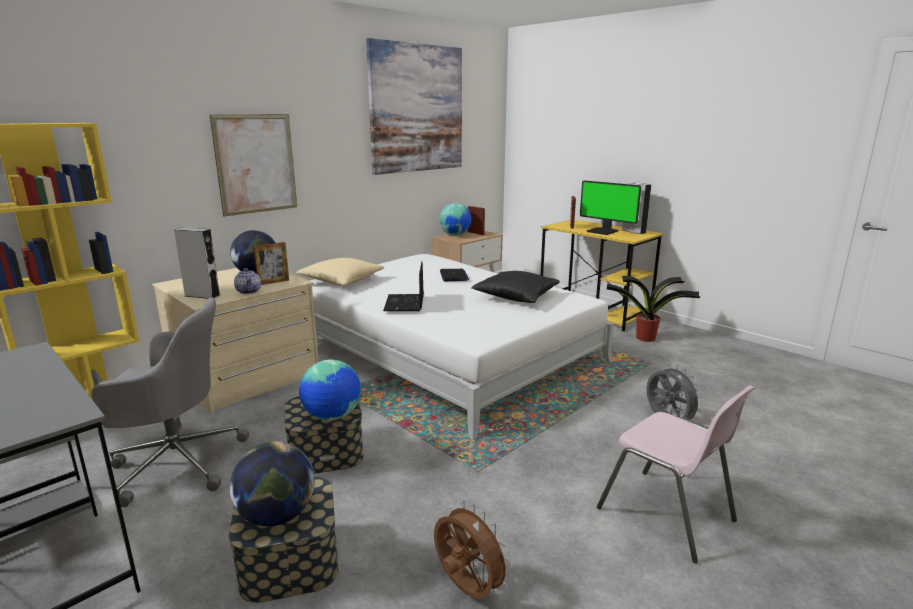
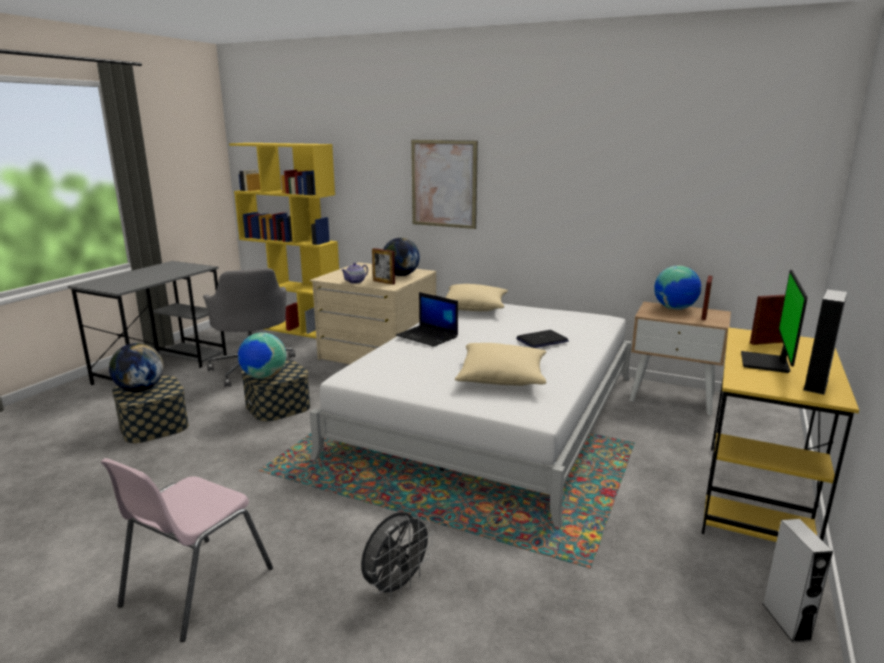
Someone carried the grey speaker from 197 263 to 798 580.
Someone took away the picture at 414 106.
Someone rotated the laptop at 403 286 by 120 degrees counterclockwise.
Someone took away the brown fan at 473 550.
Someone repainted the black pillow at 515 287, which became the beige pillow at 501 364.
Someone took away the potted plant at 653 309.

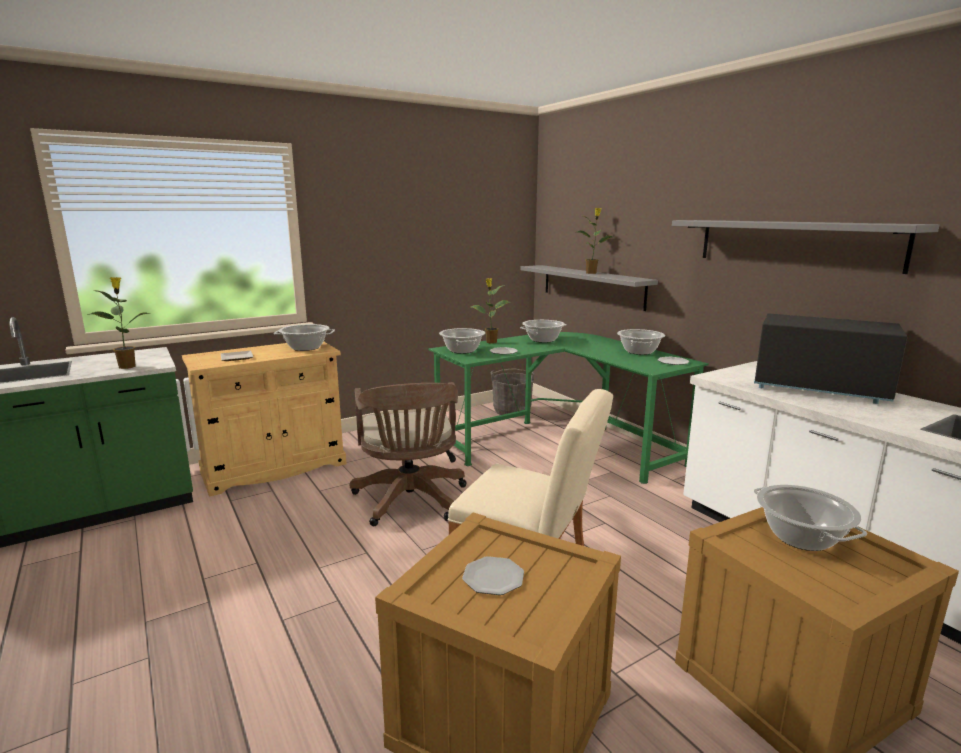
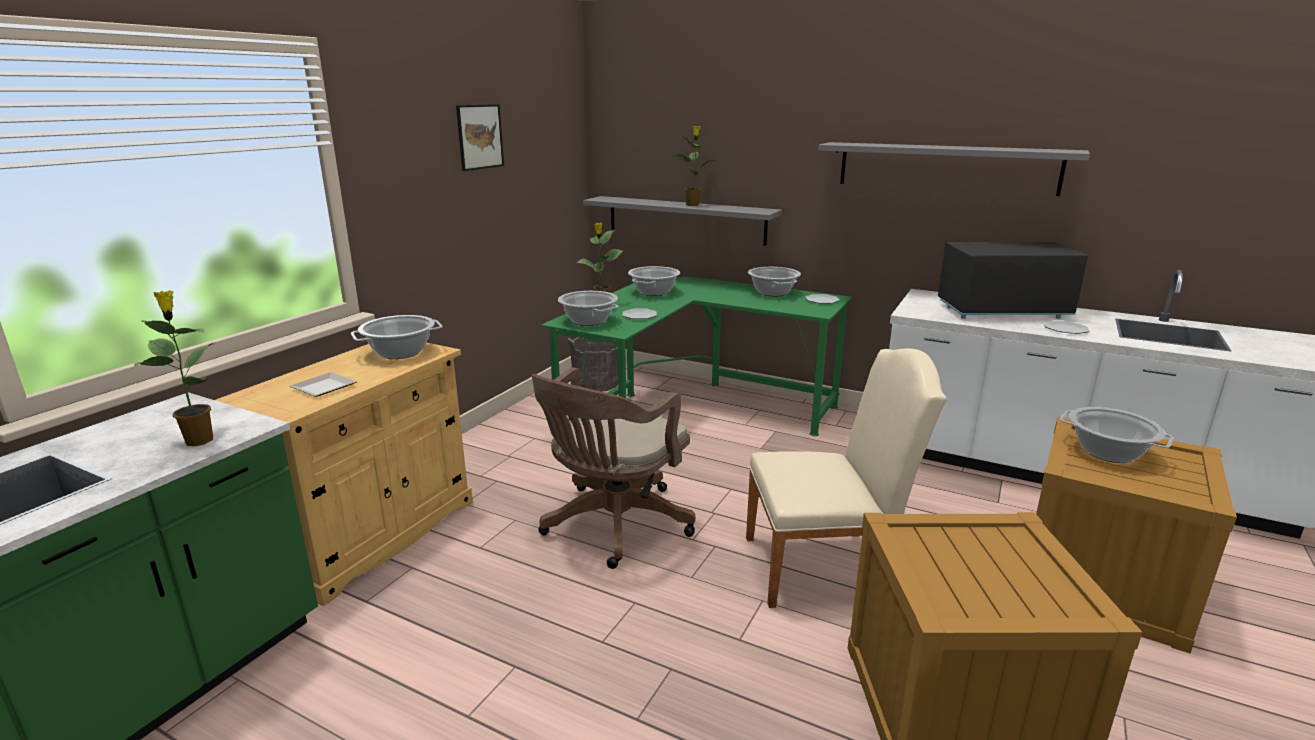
Someone rotated the brown office chair at 408 454 by 75 degrees clockwise.
Someone carried the plate from 493 575 to 1066 327.
Someone put up the picture at 480 137.

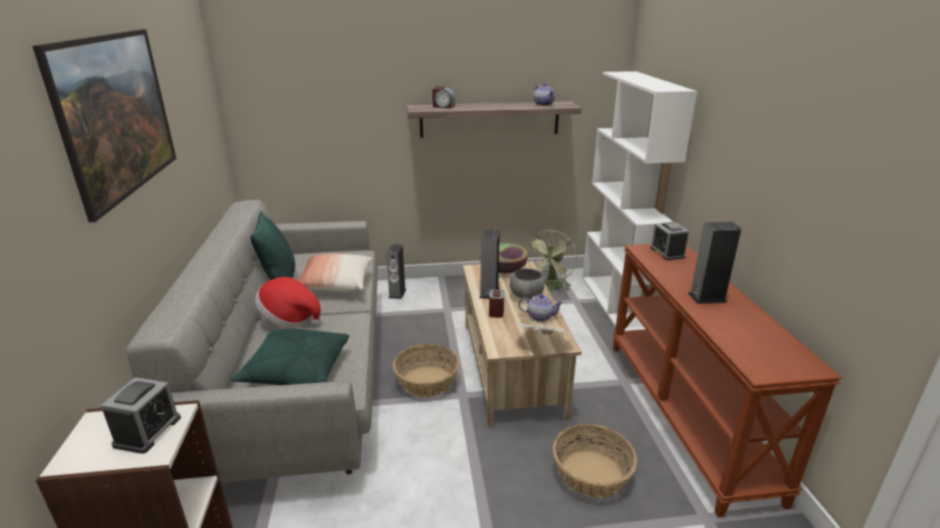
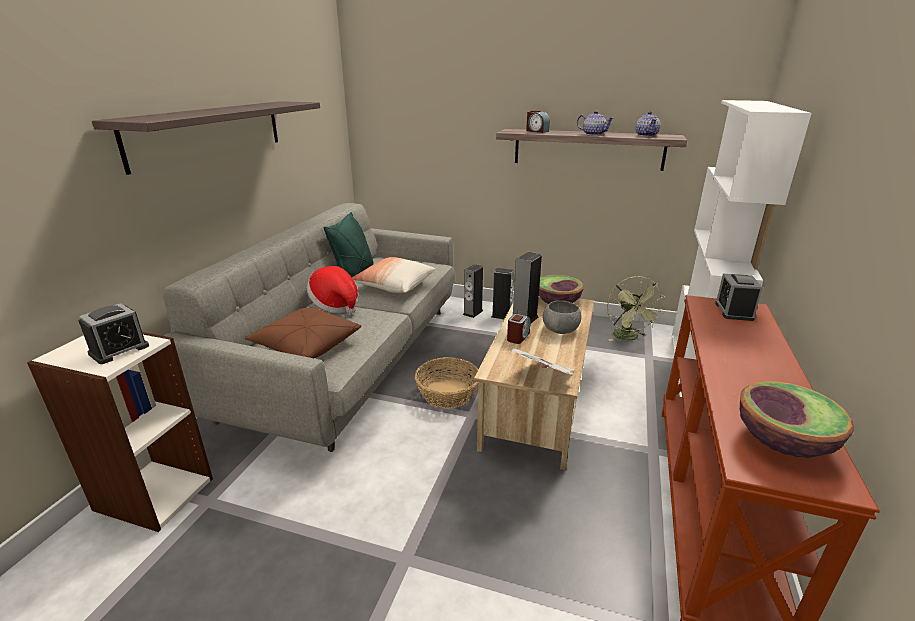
Someone swapped the picture at 104 125 for the shelf at 206 138.
Someone repainted the green pillow at 290 356, which became the brown pillow at 303 332.
Someone carried the teapot from 541 308 to 595 123.
Someone rotated the green fan at 552 260 by 60 degrees counterclockwise.
Someone took away the basket at 595 461.
Someone carried the speaker from 714 263 to 503 293.
Someone put down the bowl at 797 419.

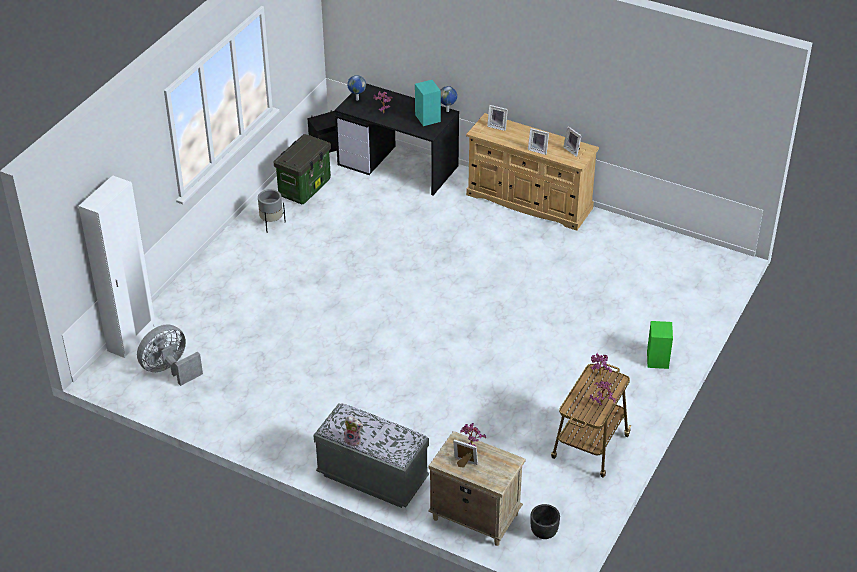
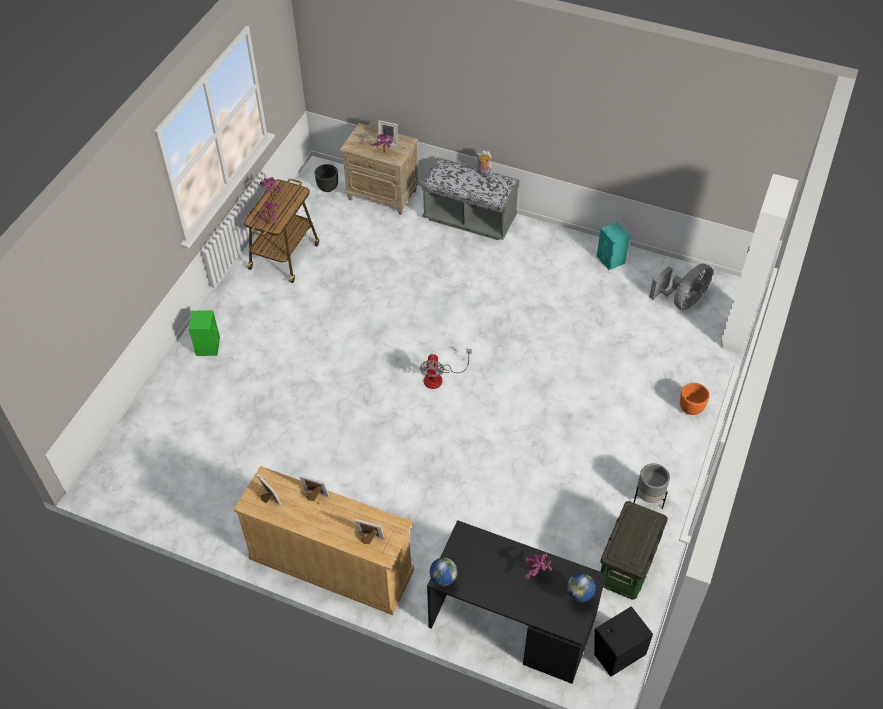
Someone carried the turquoise speaker from 428 103 to 613 246.
Someone put down the fan at 446 369.
Someone put down the orange planter at 694 399.

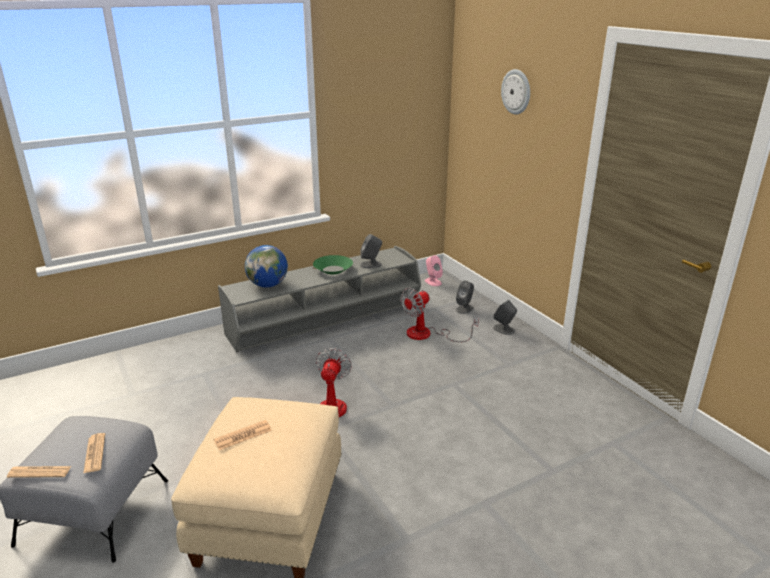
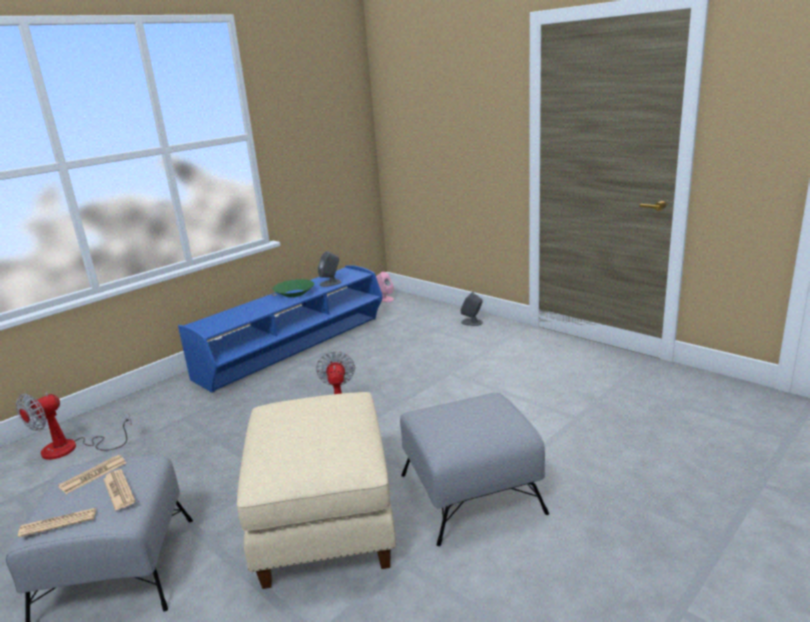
Someone carried the newspaper from 243 435 to 92 474.
Someone repainted the grey tv stand at 319 299, which became the blue tv stand at 280 329.
Someone took away the globe at 266 266.
Someone carried the fan from 440 315 to 74 426.
Someone took away the grey speaker at 465 297.
Someone took away the wall clock at 515 92.
Someone put down the grey ottoman at 474 469.

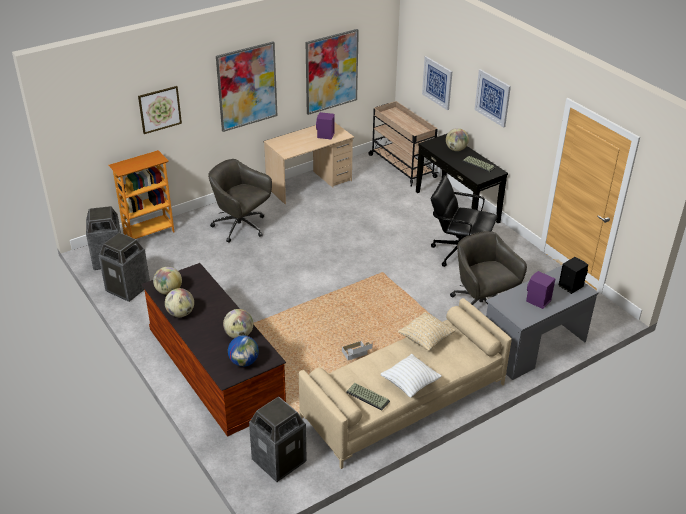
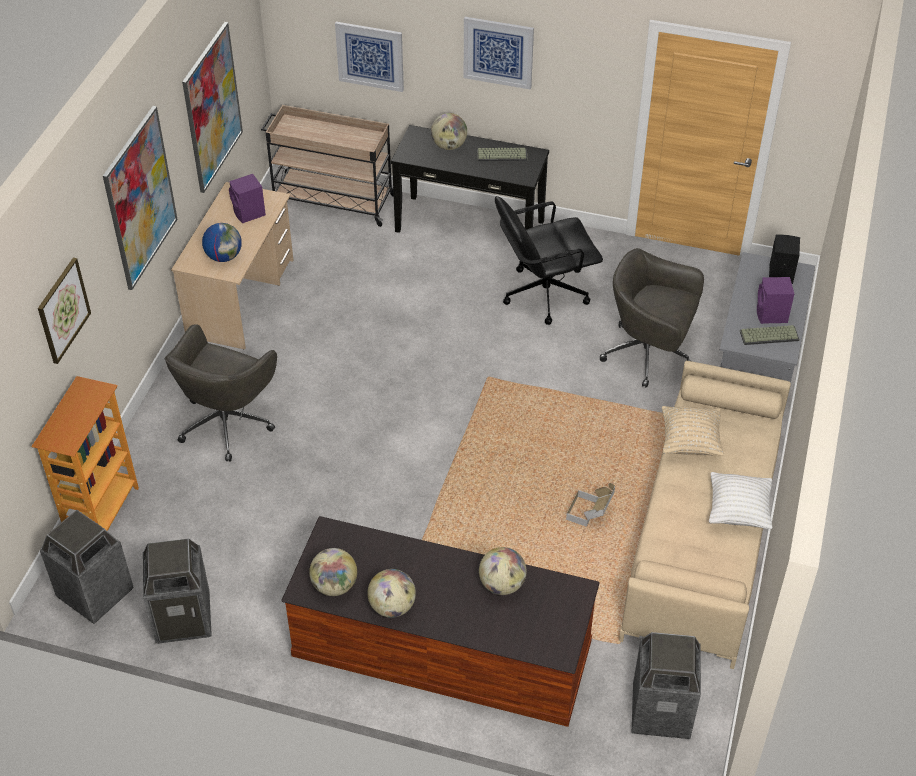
Someone rotated the grey office chair at 240 201 by 60 degrees counterclockwise.
Someone carried the globe from 243 351 to 222 242.
Someone carried the keyboard from 368 396 to 770 335.

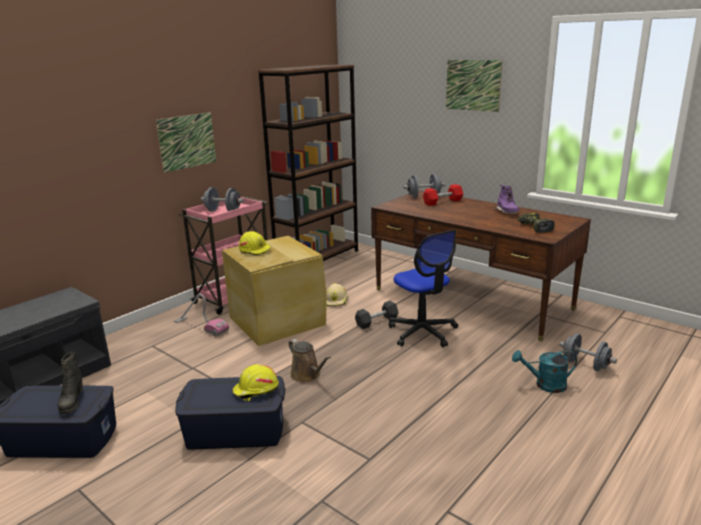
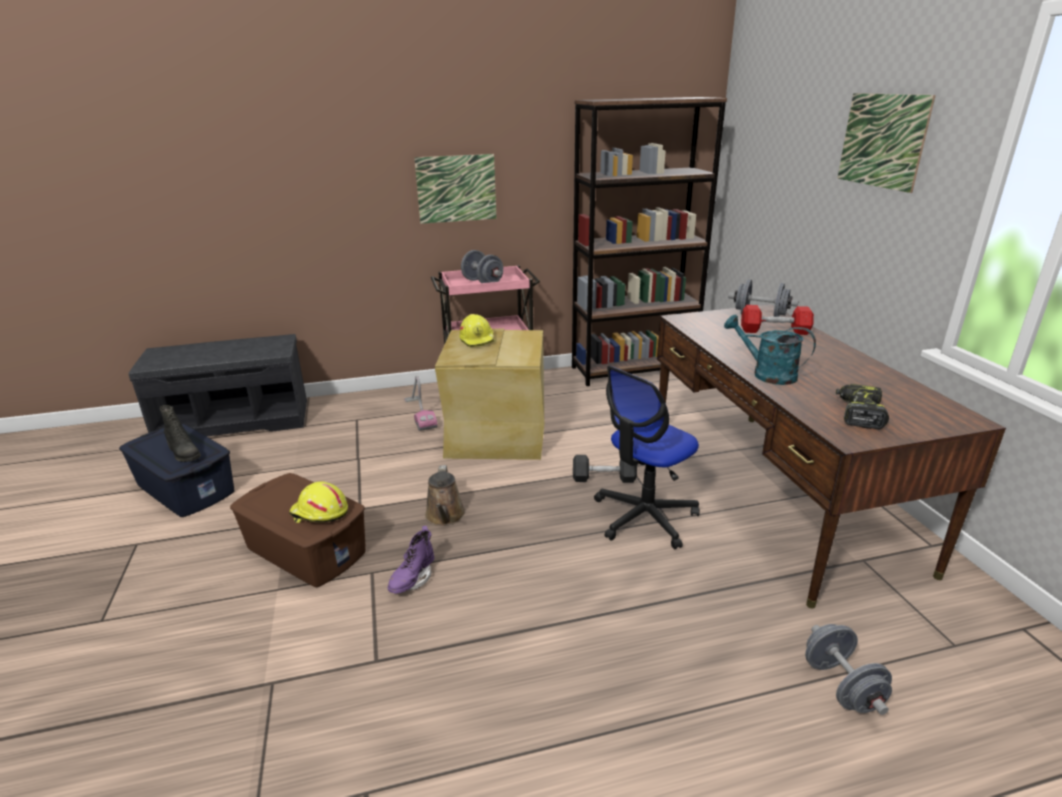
Someone rotated the black boot at 70 383 by 75 degrees counterclockwise.
Someone repainted the blue storage box at 230 412, which became the brown storage box at 298 530.
Someone took away the beige hard hat at 337 295.
Someone rotated the office chair at 423 288 by 45 degrees clockwise.
Someone carried the purple boot from 507 199 to 411 559.
Someone carried the turquoise watering can from 544 371 to 770 350.

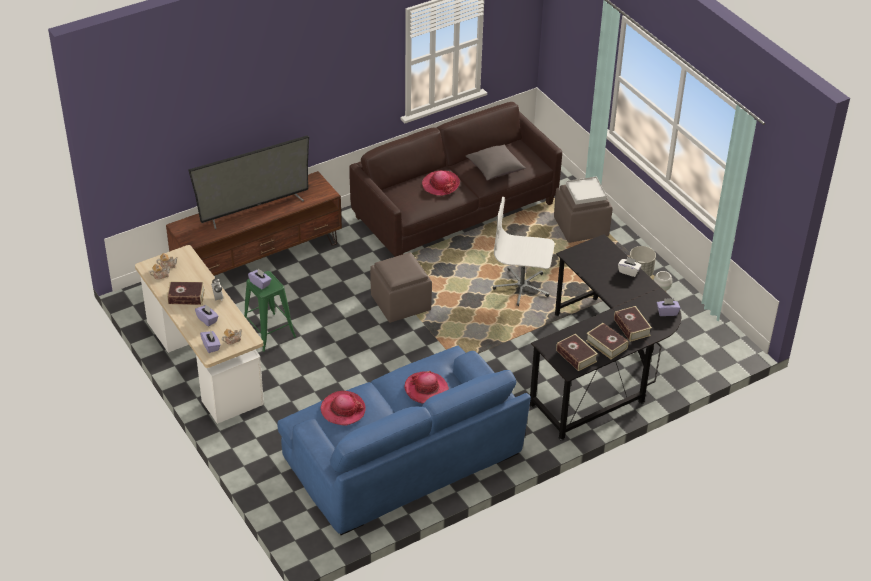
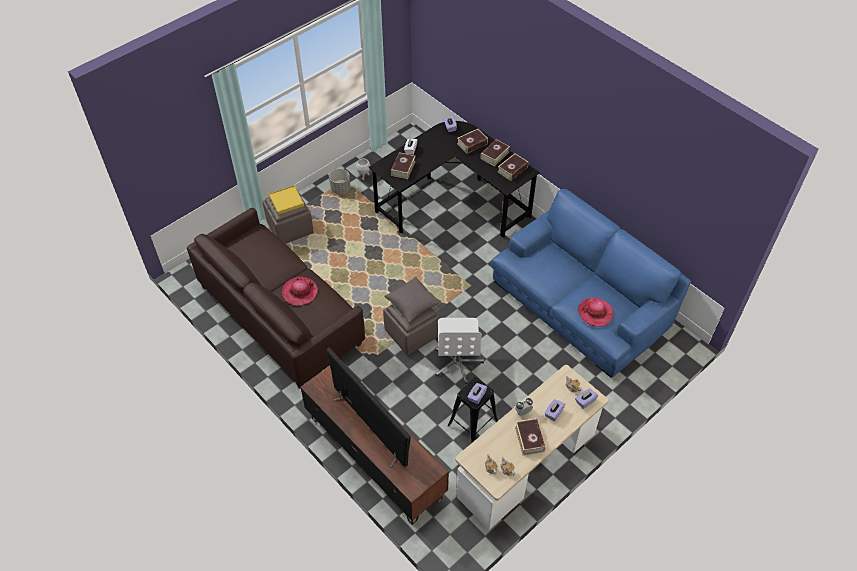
Someone repainted the green stool at 270 311, which became the black stool at 473 410.
Someone took away the hat at 427 387.
Someone carried the grey pillow from 496 162 to 412 300.
Someone carried the white office chair from 524 251 to 459 351.
Someone repainted the white tray at 586 190, which became the yellow tray at 286 200.
Someone put down the book at 403 165.

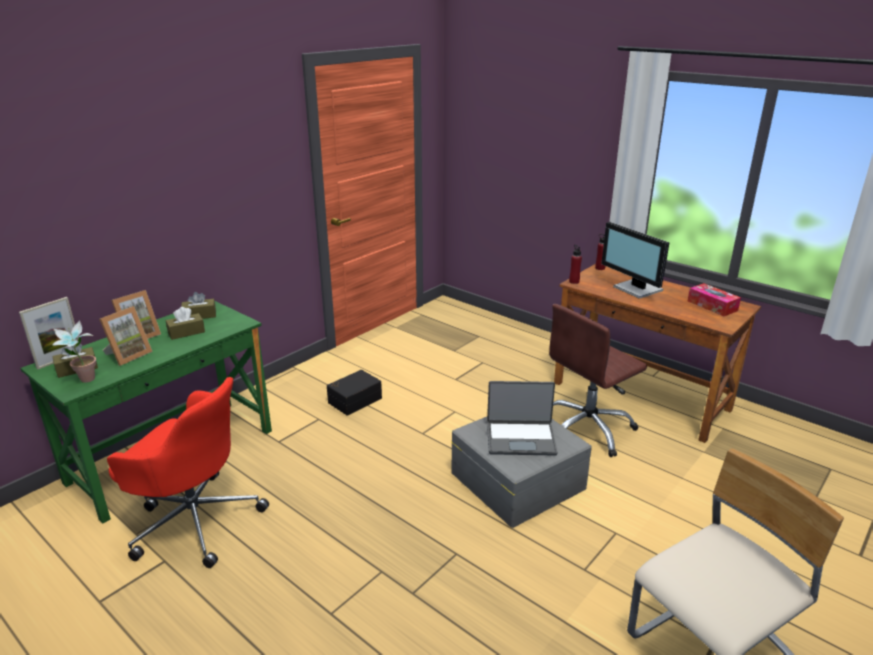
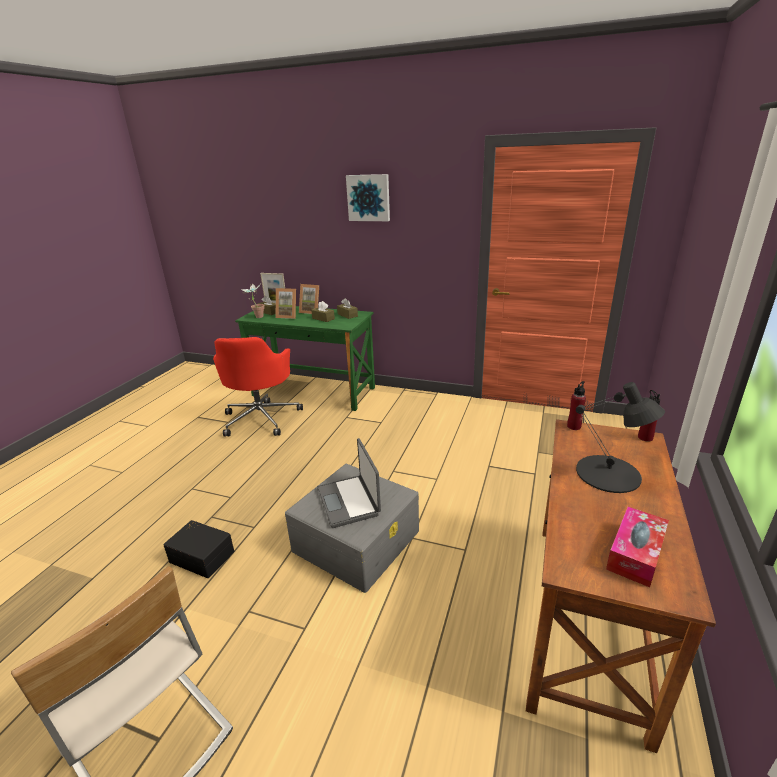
Someone carried the black storage box from 354 393 to 198 549.
Someone took away the brown office chair at 598 380.
Someone swapped the monitor at 635 260 for the black table lamp at 620 437.
Someone put up the picture at 368 197.

